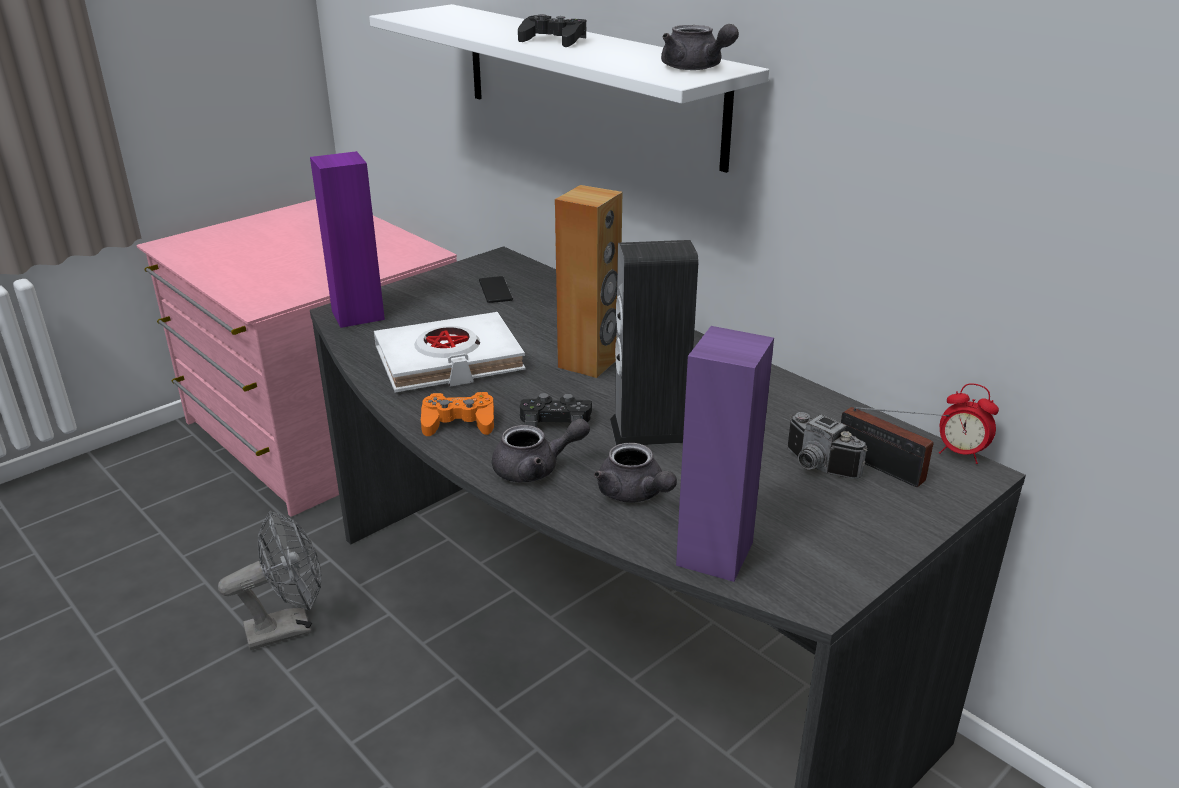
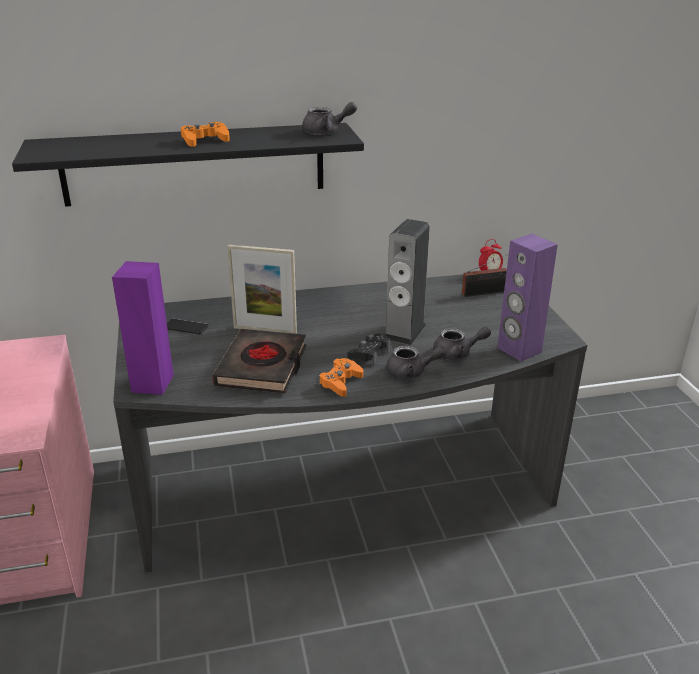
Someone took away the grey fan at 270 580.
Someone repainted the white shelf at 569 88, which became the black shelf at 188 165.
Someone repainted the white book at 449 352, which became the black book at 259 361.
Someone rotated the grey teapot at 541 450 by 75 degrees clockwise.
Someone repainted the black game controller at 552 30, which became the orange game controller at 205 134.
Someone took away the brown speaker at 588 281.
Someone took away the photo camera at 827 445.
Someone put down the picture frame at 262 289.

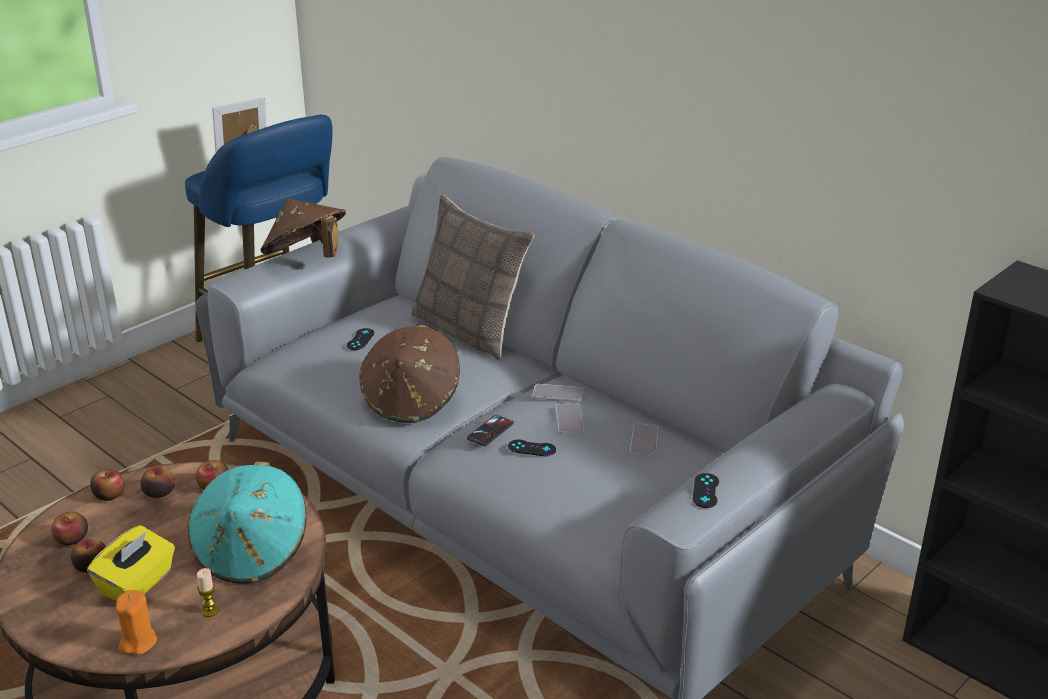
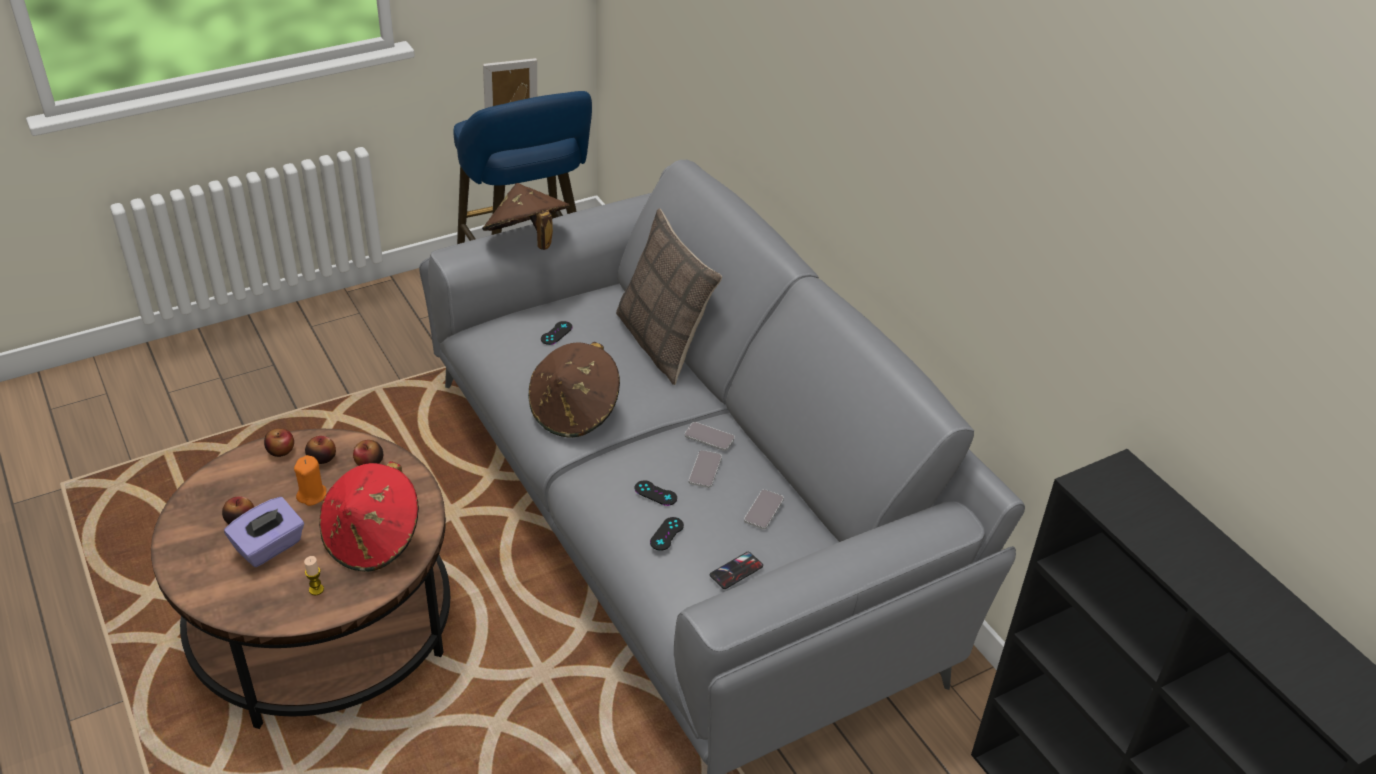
Someone took away the apple at 69 528.
Someone repainted the yellow tissue box at 131 563, which became the purple tissue box at 264 532.
Someone carried the orange candle from 136 622 to 310 480.
Someone repainted the turquoise hat at 247 522, which became the red hat at 369 516.
Someone carried the phone from 490 430 to 736 570.
Someone carried the black game controller from 705 490 to 667 534.

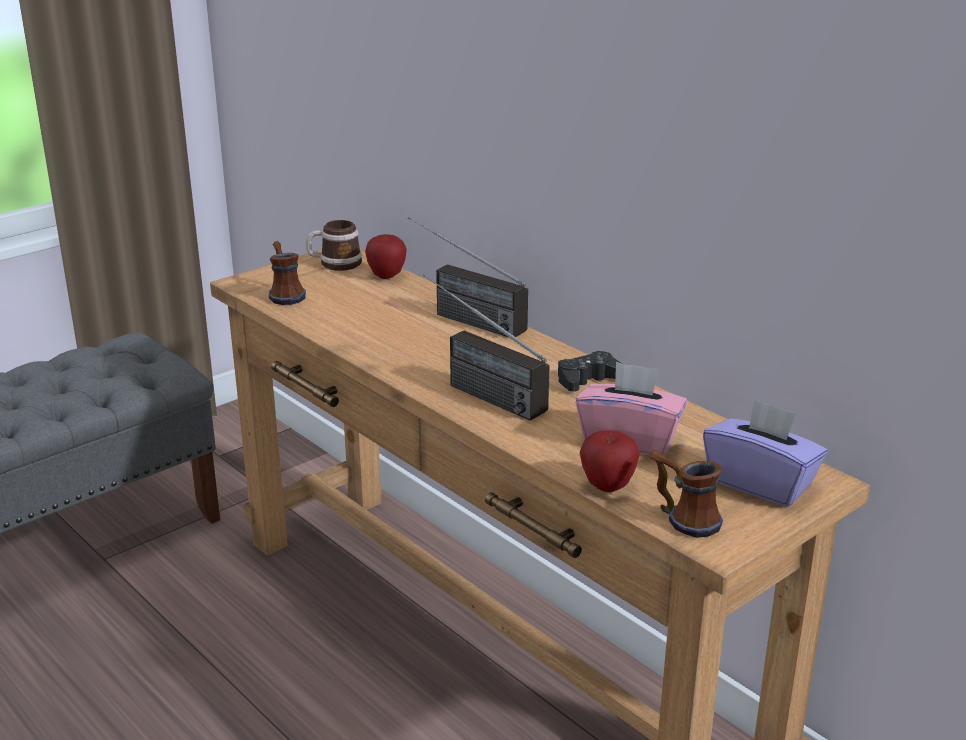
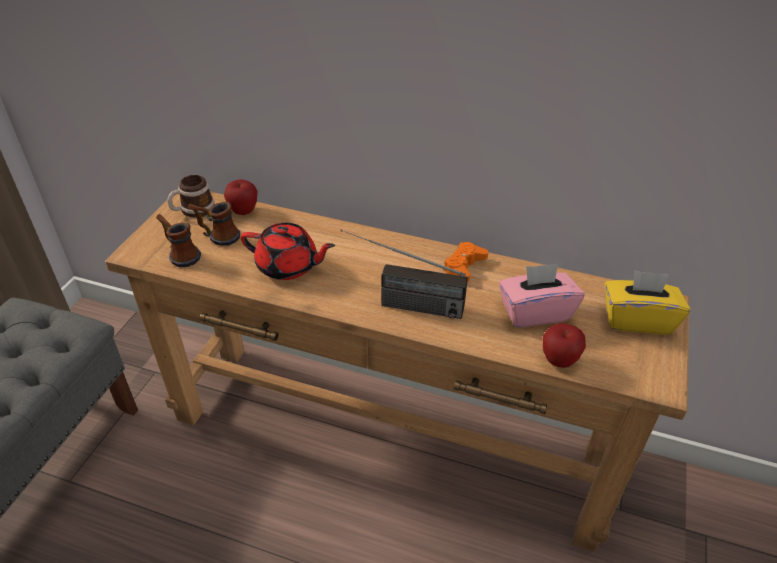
Someone took away the radio at 468 277.
Someone repainted the black game controller at 590 371, which became the orange game controller at 466 262.
Someone carried the mug from 686 493 to 214 224.
Someone repainted the purple tissue box at 765 453, which became the yellow tissue box at 647 302.
Someone put down the red teapot at 287 251.

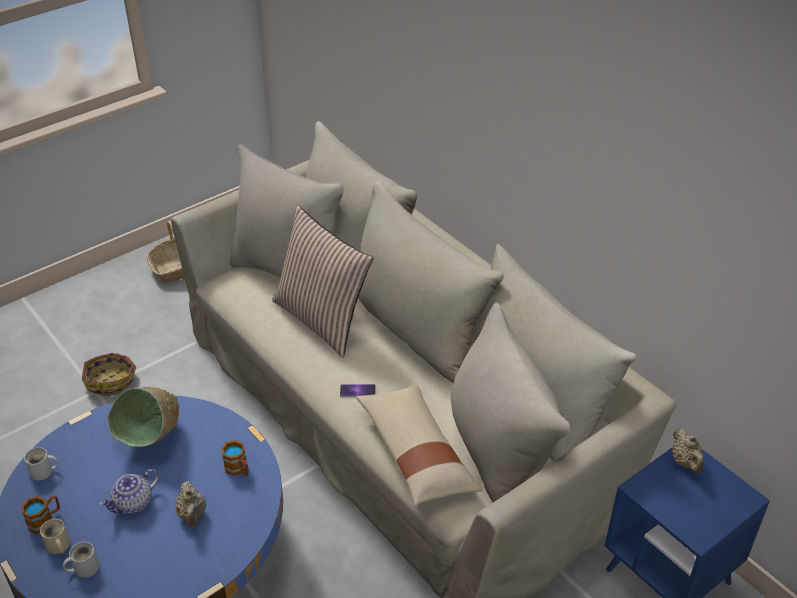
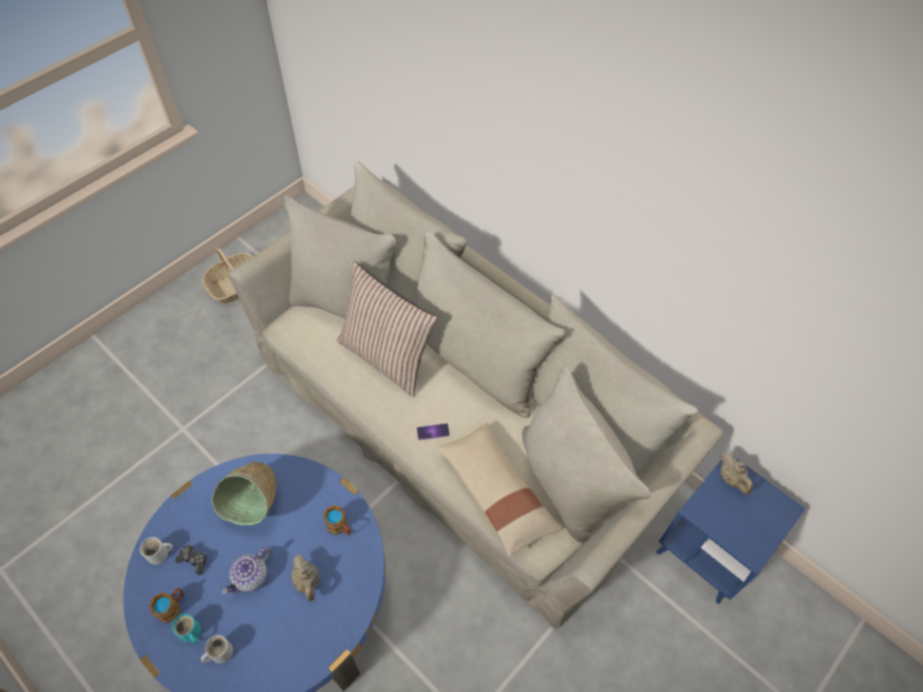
Someone repainted the beige mug at 55 536, which became the turquoise mug at 186 629.
Someone took away the basket at 109 374.
Someone put down the game controller at 191 559.

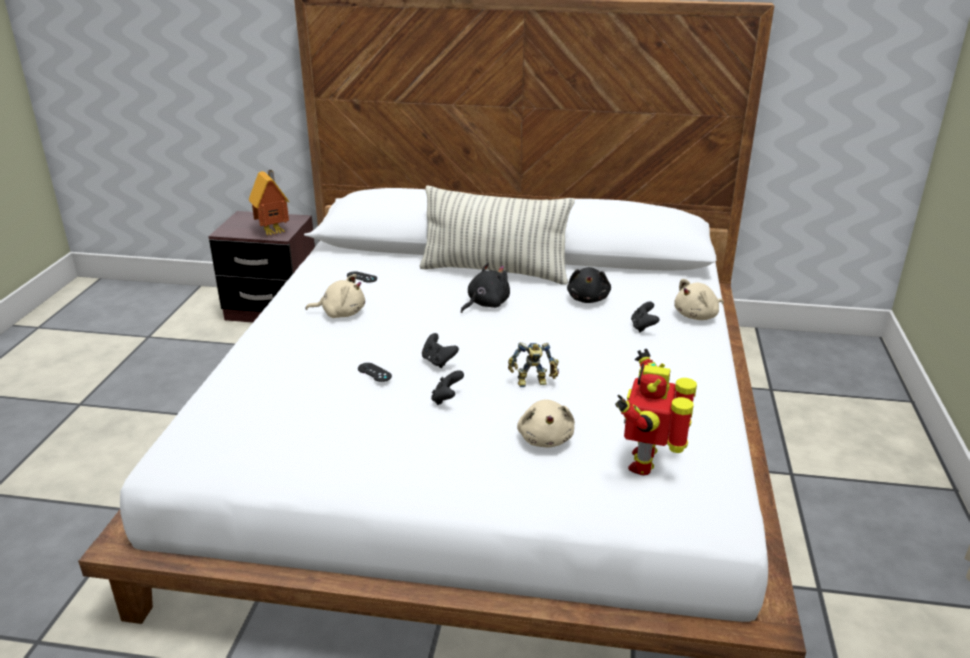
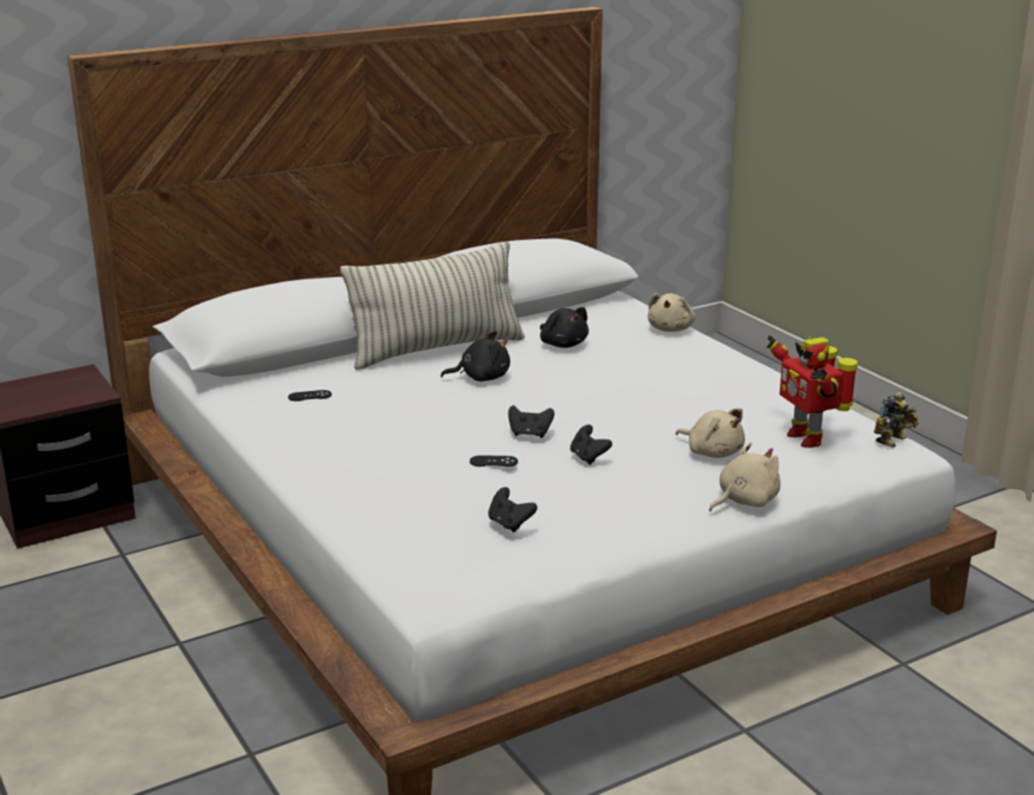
Someone took away the toy house at 269 203.
Someone carried the beige plush toy from 335 296 to 744 477.
Someone rotated the black plush toy at 485 288 by 75 degrees clockwise.
Someone carried the toy robot from 533 364 to 896 420.
Someone carried the black game controller from 645 317 to 512 509.

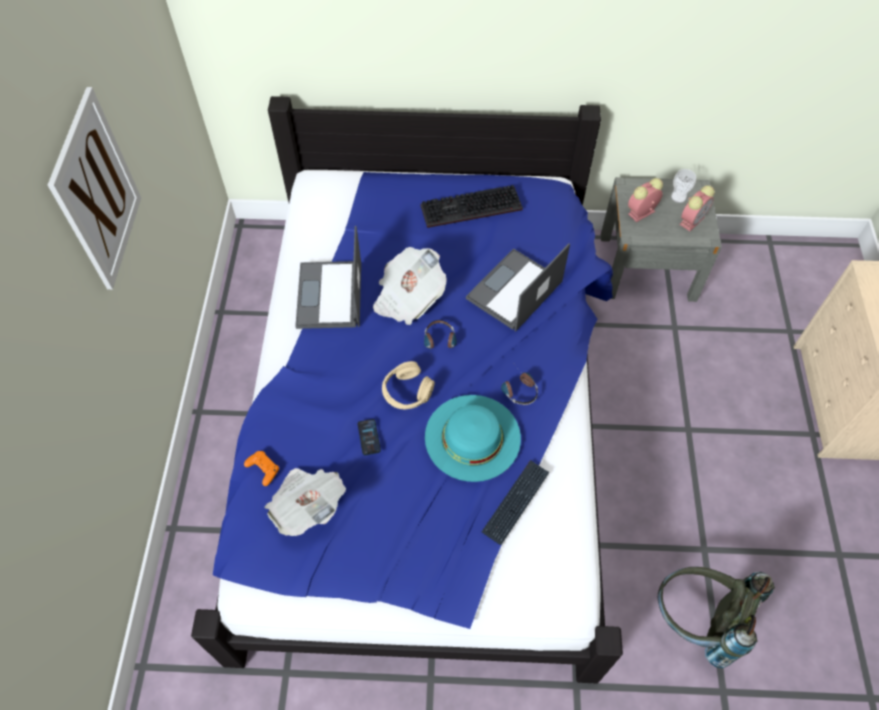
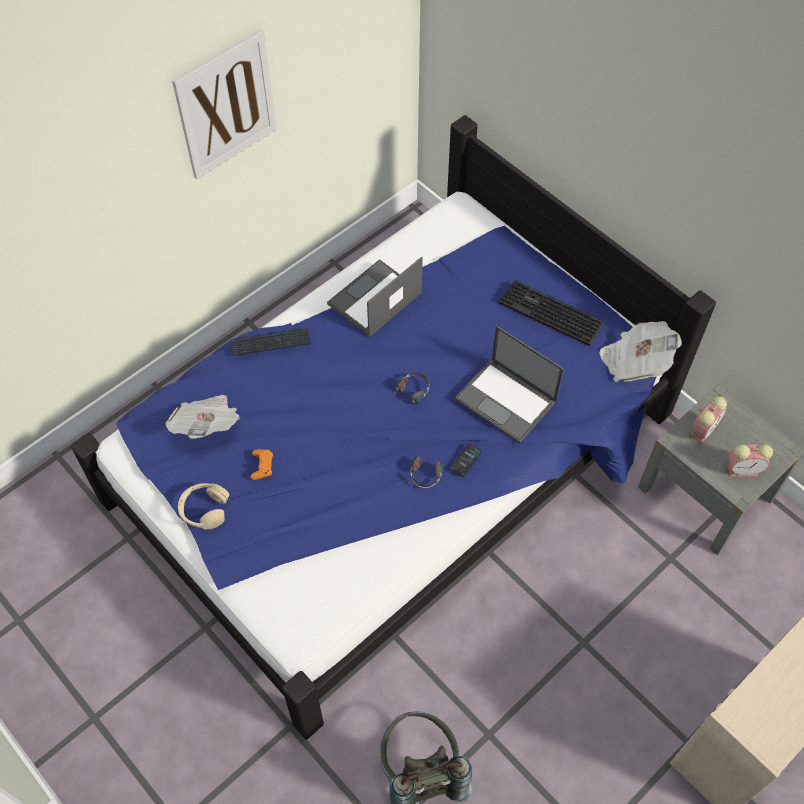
Someone carried the orange game controller from 261 468 to 262 464.
Someone carried the phone from 369 437 to 466 460.
Someone carried the newspaper from 410 286 to 640 351.
Someone carried the beige headphones from 408 385 to 203 506.
Someone took away the turquoise hat at 473 438.
Someone rotated the laptop at 518 287 by 135 degrees counterclockwise.
Someone carried the keyboard from 515 502 to 271 342.
Someone rotated the alarm clock at 645 200 by 120 degrees clockwise.
Someone took away the cup at 683 186.

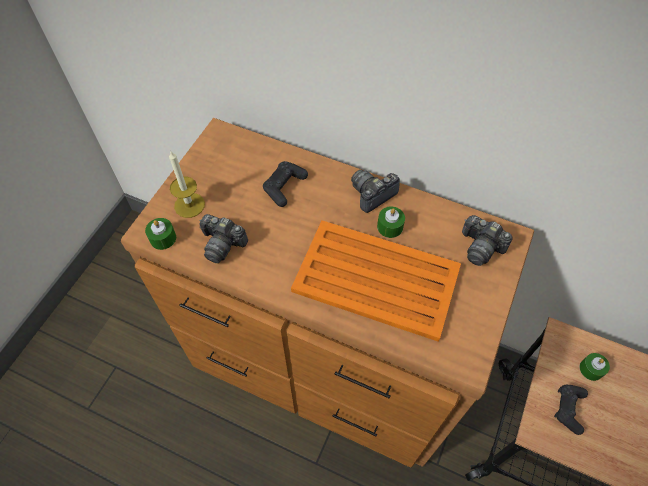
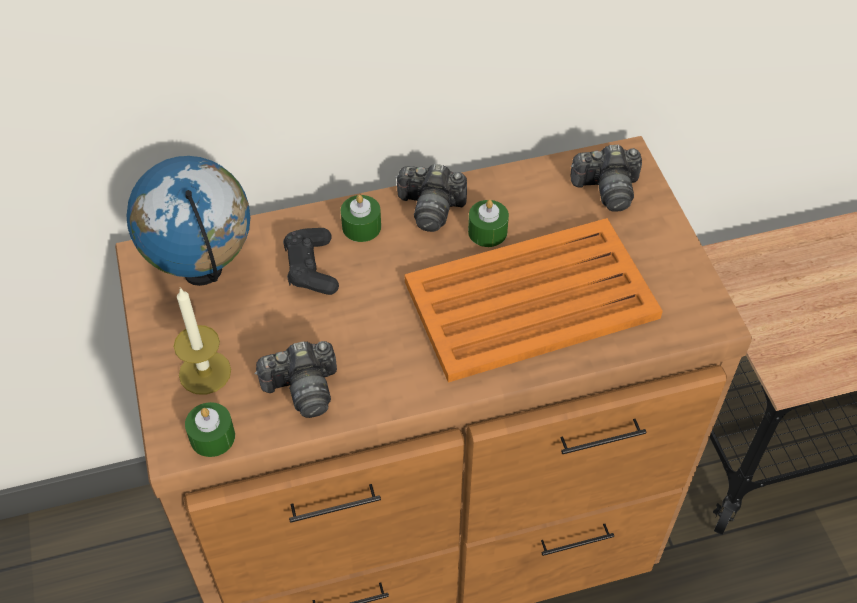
Someone rotated the photo camera at 375 191 by 90 degrees counterclockwise.
Someone took away the black game controller at 571 410.
Someone carried the green candle from 594 367 to 361 218.
Someone put down the globe at 188 221.

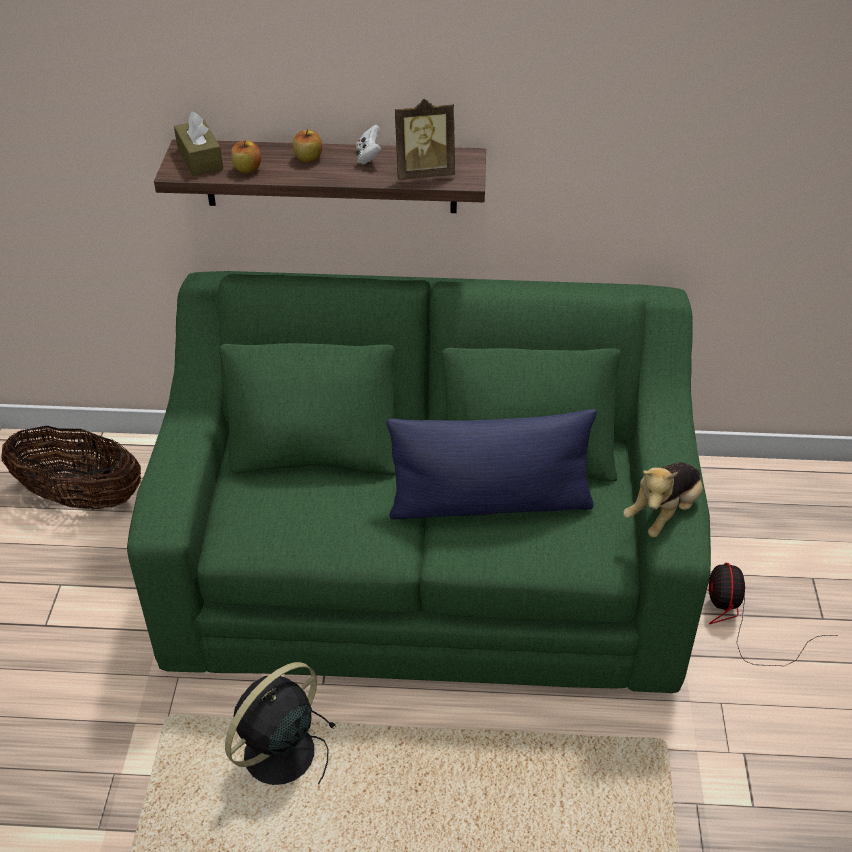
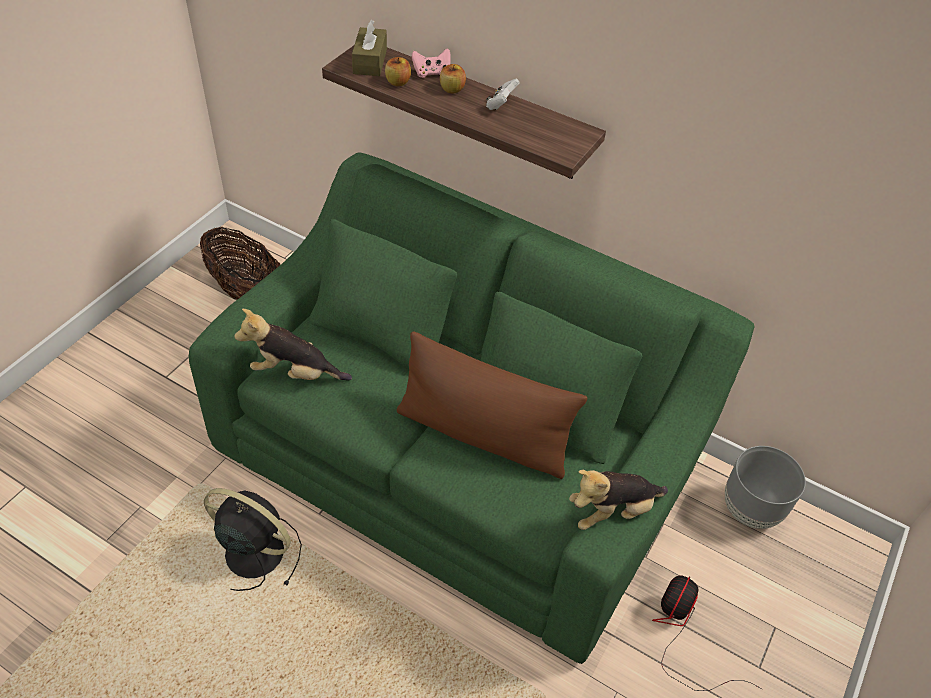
Someone rotated the black fan at 281 723 by 45 degrees clockwise.
Someone repainted the blue pillow at 491 464, which became the brown pillow at 492 405.
Someone took away the picture frame at 425 139.
Someone put down the plush toy at 293 345.
Someone put down the pink game controller at 431 63.
Someone put down the grey planter at 765 487.

